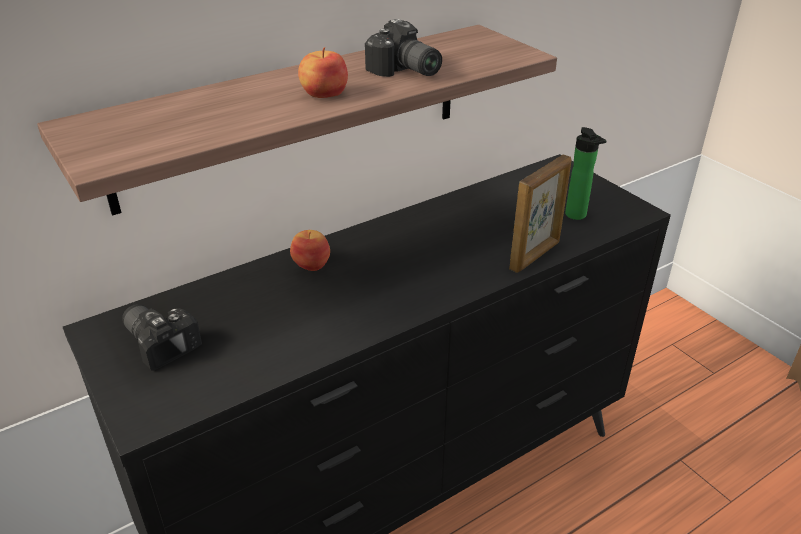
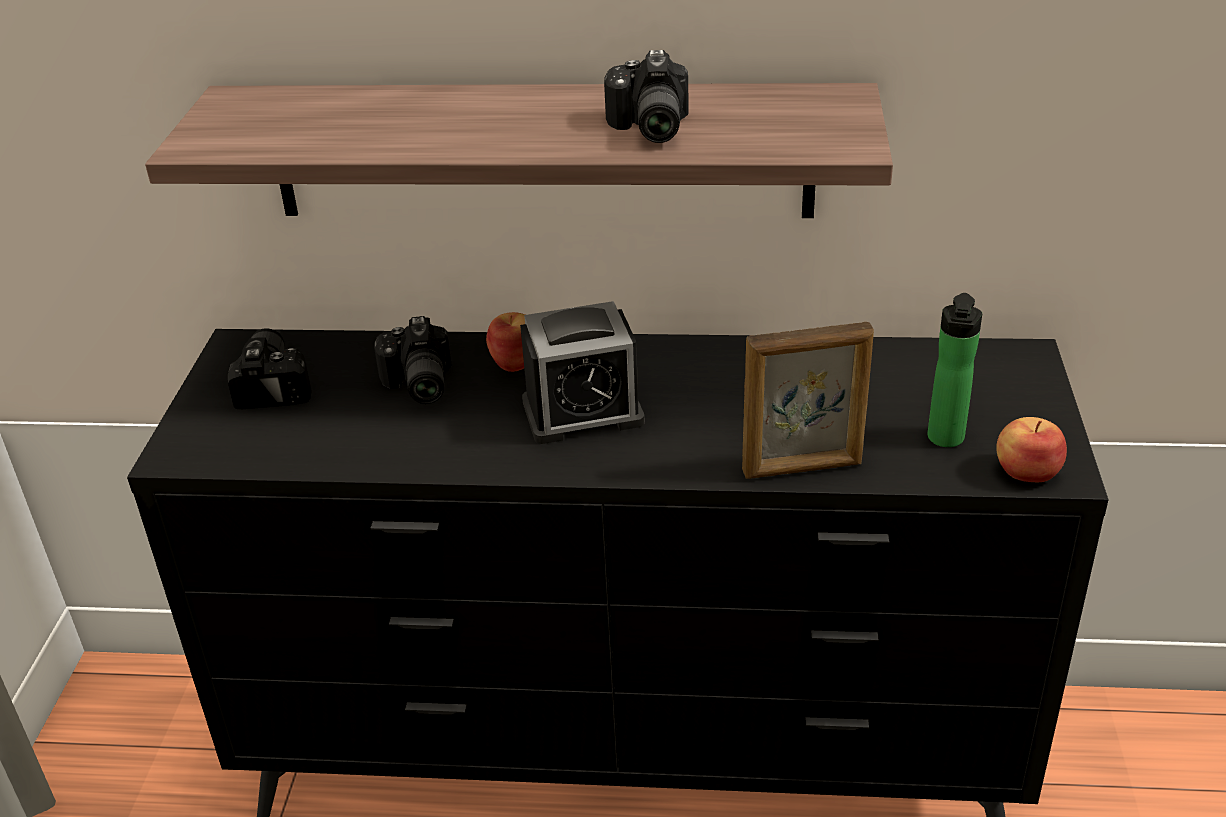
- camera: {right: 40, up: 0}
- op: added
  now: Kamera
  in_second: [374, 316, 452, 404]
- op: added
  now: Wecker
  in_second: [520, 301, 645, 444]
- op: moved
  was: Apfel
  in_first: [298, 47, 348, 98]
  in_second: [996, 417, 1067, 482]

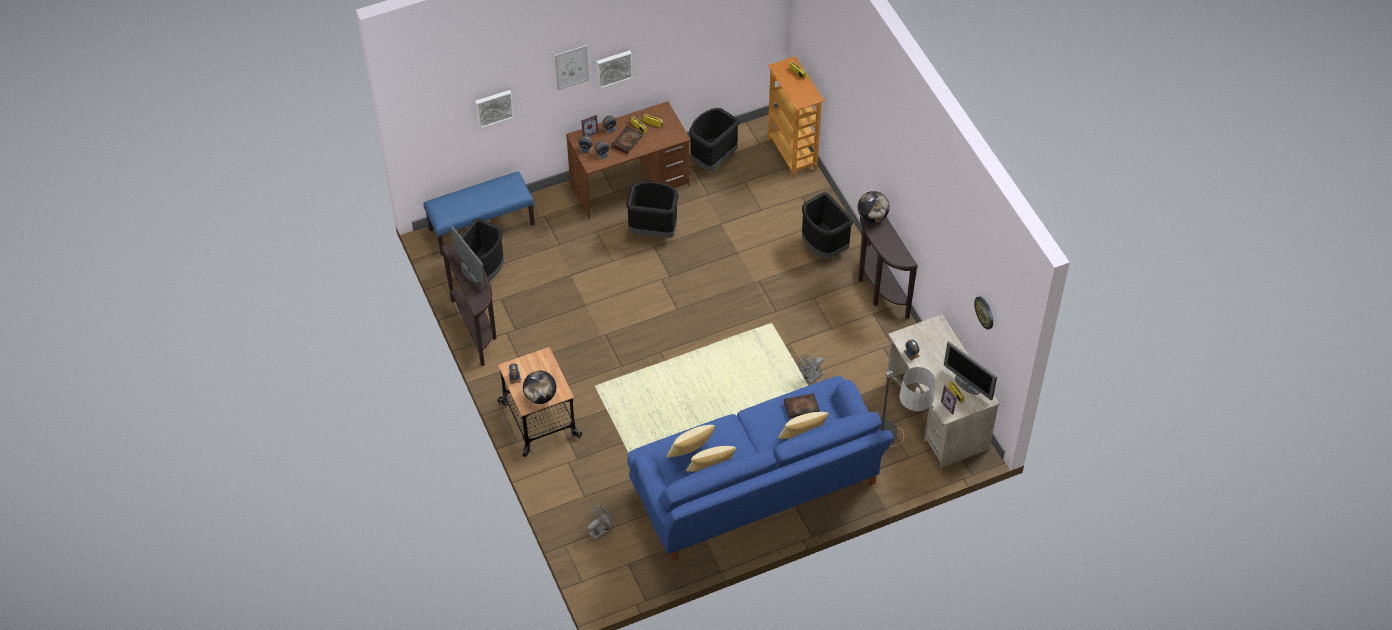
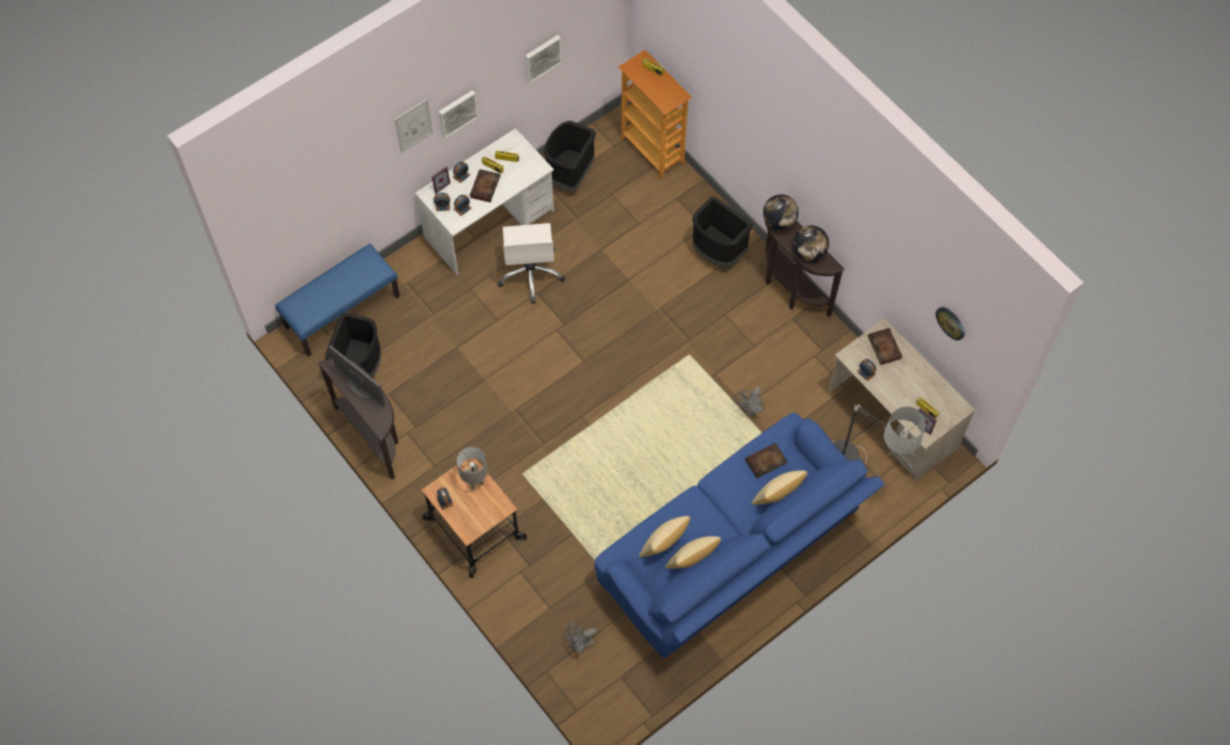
- camera: {right: -15, up: 10}
- op: removed
  was: Monitor
  in_first: [944, 342, 997, 400]
- op: added
  now: Tischlampe [grau]
  in_second: [457, 447, 488, 490]
- op: added
  now: Buch
  in_second: [868, 328, 902, 365]
- op: moved
  was: Bild
  in_first: [475, 90, 514, 129]
  in_second: [525, 35, 562, 83]
- op: moved
  was: Globus
  in_first: [523, 370, 556, 404]
  in_second: [793, 225, 829, 261]
- op: replaced
  was: Mülleimer [schwarz]
  now: Bürostuhl [weiß]
  in_first: [626, 182, 678, 238]
  in_second: [497, 223, 565, 303]
- op: recoloured
  was: Schreibtisch [braun]
  now: Schreibtisch [weiß]
  in_first: [566, 101, 691, 219]
  in_second: [415, 128, 554, 275]
- op: turned
  was: Ventilator [grau]
  in_first: [587, 505, 614, 541]
  in_second: [566, 622, 597, 654]
  clockwise: -150

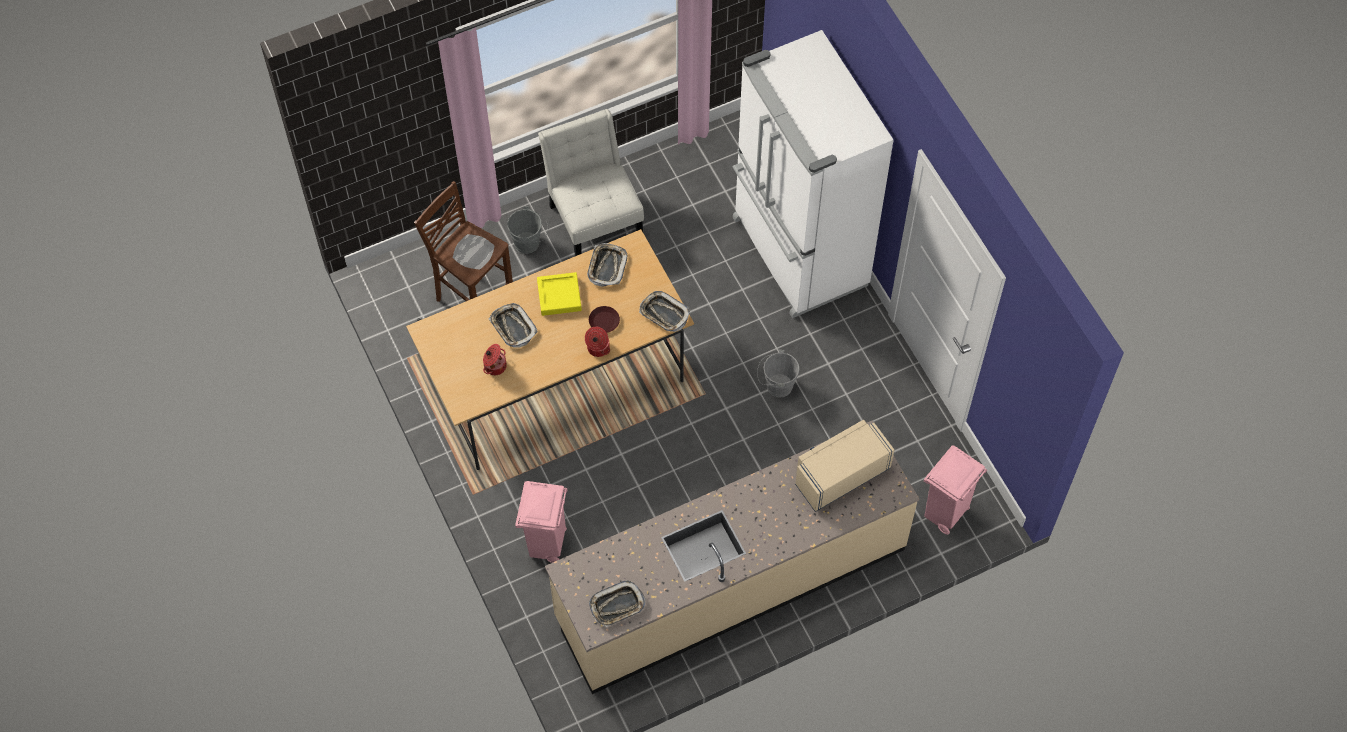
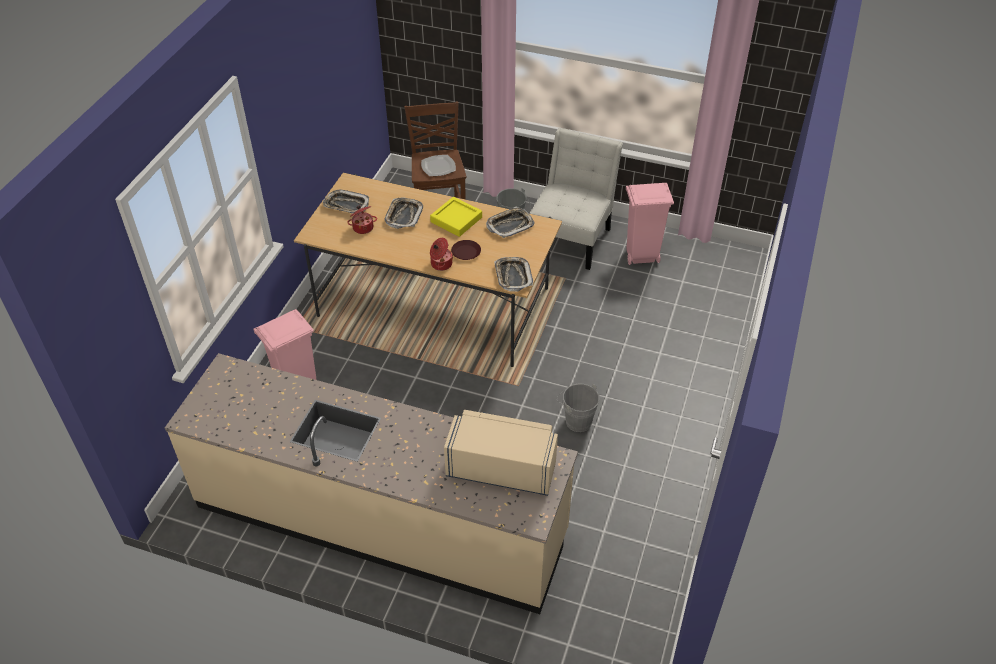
- camera: {right: 45, up: -15}
- op: removed
  was: Kühlschrank [weiß]
  in_first: [733, 30, 893, 318]
- op: moved
  was: Tablett
  in_first: [589, 580, 646, 627]
  in_second: [323, 190, 369, 213]
- op: moved
  was: Mülleimer [rosa]
  in_first: [924, 445, 987, 534]
  in_second: [626, 183, 674, 265]

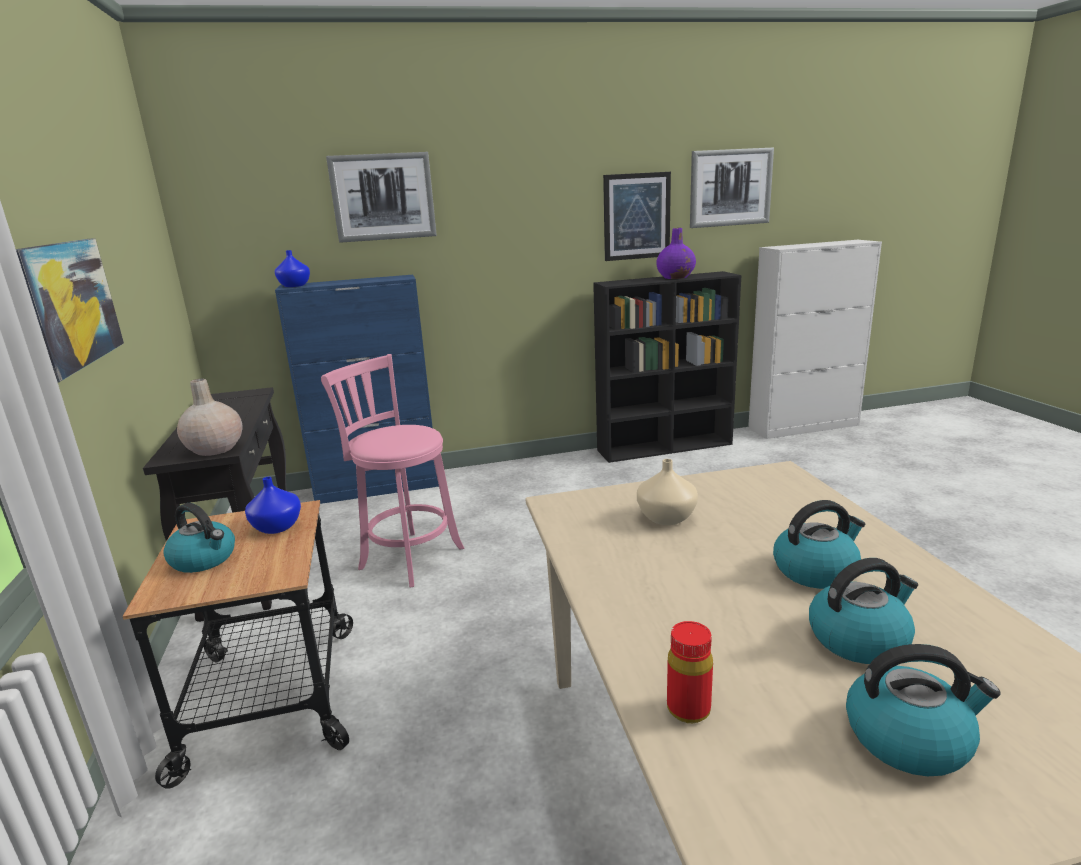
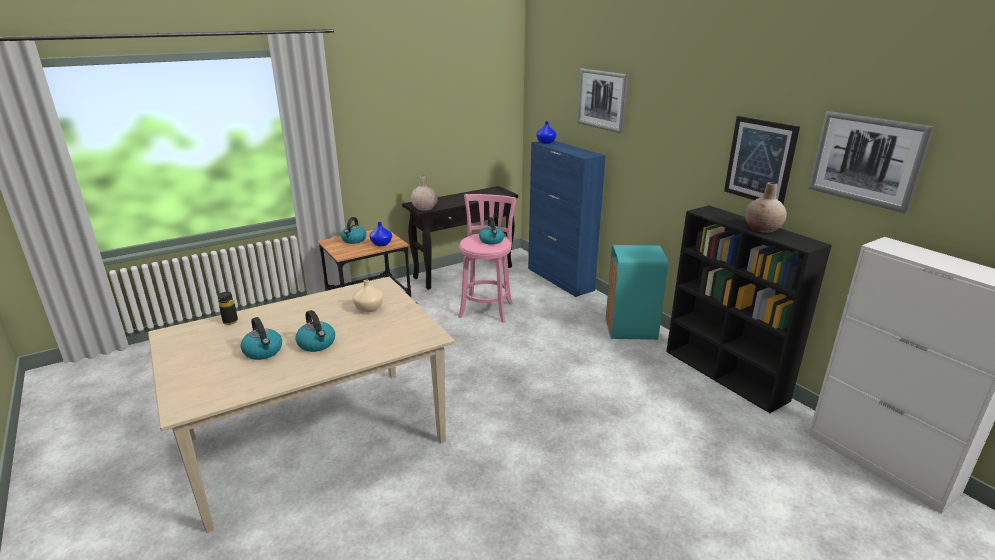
- camera: {right: 70, up: 5}
- op: removed
  was: Bild
  in_first: [16, 238, 124, 382]
- op: added
  now: Mülleimer [türkis]
  in_second: [606, 245, 668, 340]
- op: moved
  was: Wasserkessel
  in_first: [846, 644, 1001, 776]
  in_second: [479, 217, 504, 245]
- op: recoloured
  was: Vase [lila]
  now: Vase [beige]
  in_first: [656, 228, 696, 279]
  in_second: [745, 182, 787, 233]
- op: recoloured
  was: Flasche [rot]
  now: Flasche [schwarz]
  in_first: [667, 621, 713, 723]
  in_second: [218, 292, 238, 325]

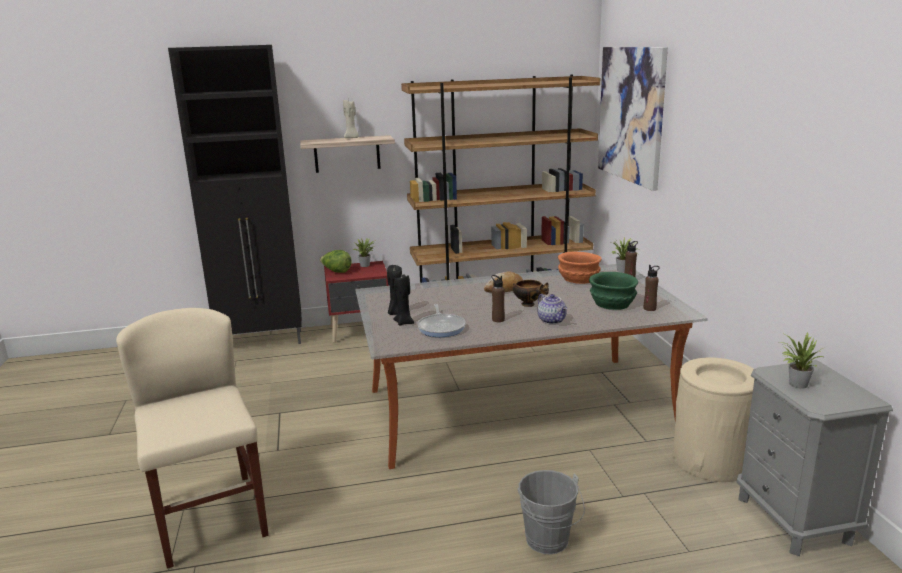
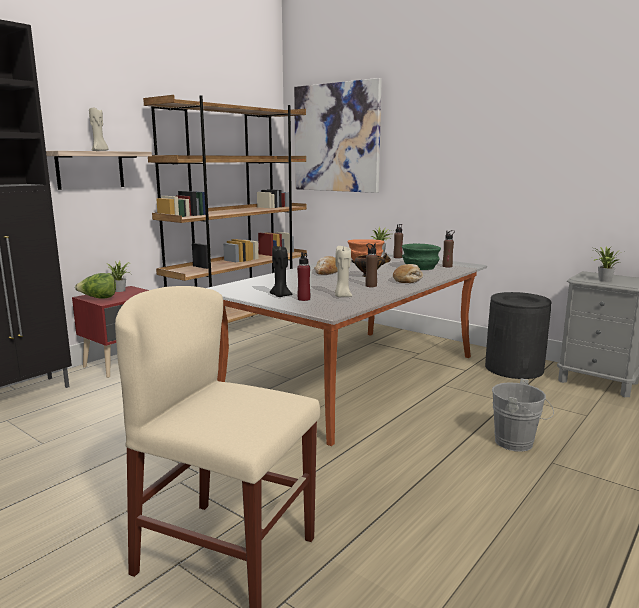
- camera: {right: -40, up: -5}
- op: replaced
  was: Kerze [schwarz]
  now: Flasche [rot]
  in_first: [393, 274, 414, 326]
  in_second: [297, 252, 310, 301]
- op: replaced
  was: Pfanne
  now: Kerze [beige]
  in_first: [417, 304, 466, 337]
  in_second: [335, 245, 352, 297]
- op: replaced
  was: Teekanne
  now: Brot
  in_first: [538, 294, 567, 324]
  in_second: [393, 264, 423, 283]
- op: recoloured
  was: Mülleimer [beige]
  now: Mülleimer [schwarz]
  in_first: [672, 358, 754, 482]
  in_second: [485, 292, 552, 379]

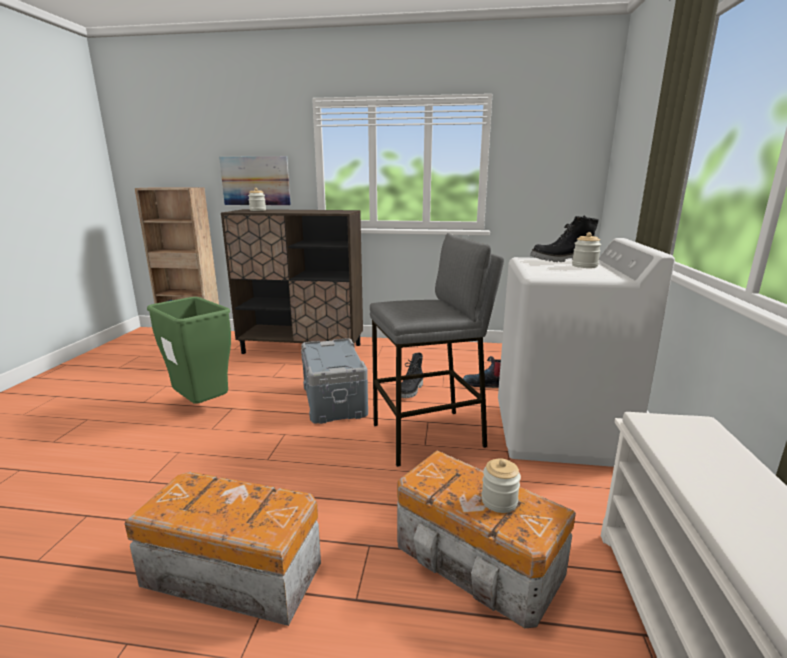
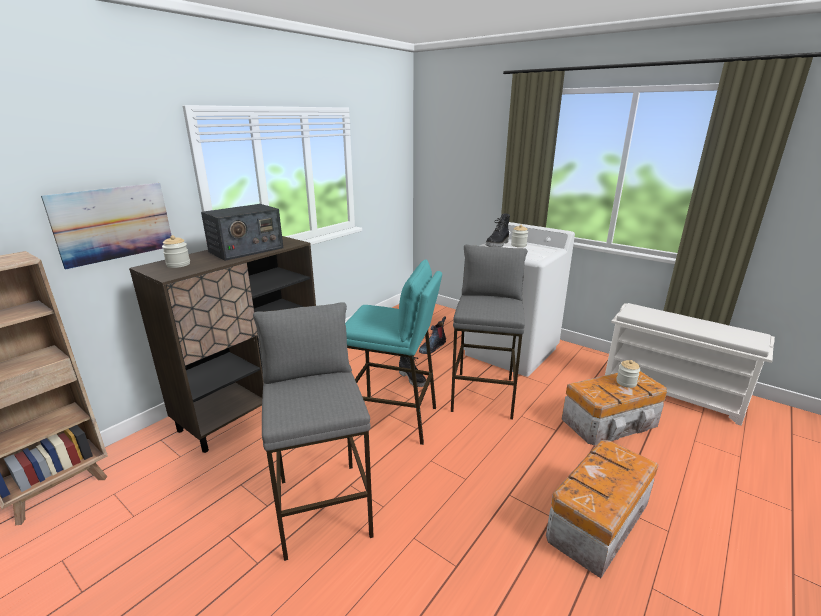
- camera: {right: -60, up: 5}
- op: added
  now: Radio
  in_second: [201, 204, 283, 261]
- op: replaced
  was: Mülleimer [grün]
  now: Hocker [grau]
  in_first: [147, 297, 231, 404]
  in_second: [253, 302, 374, 561]
- op: replaced
  was: Aufbewahrungsbox [grau]
  now: Hocker [türkis]
  in_first: [301, 338, 368, 424]
  in_second: [345, 259, 442, 445]

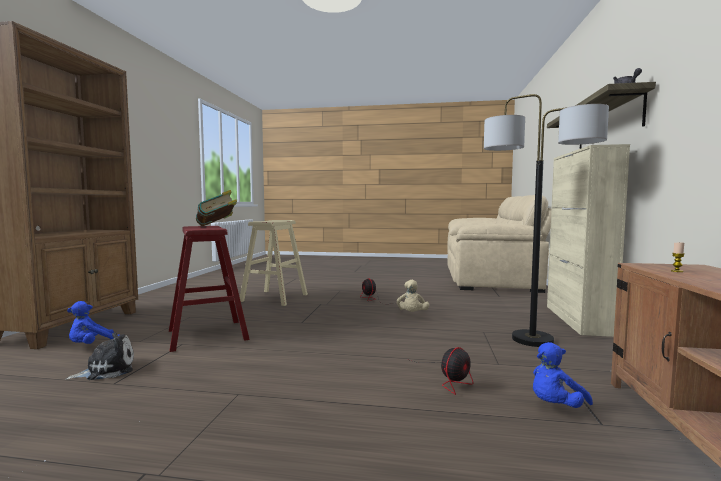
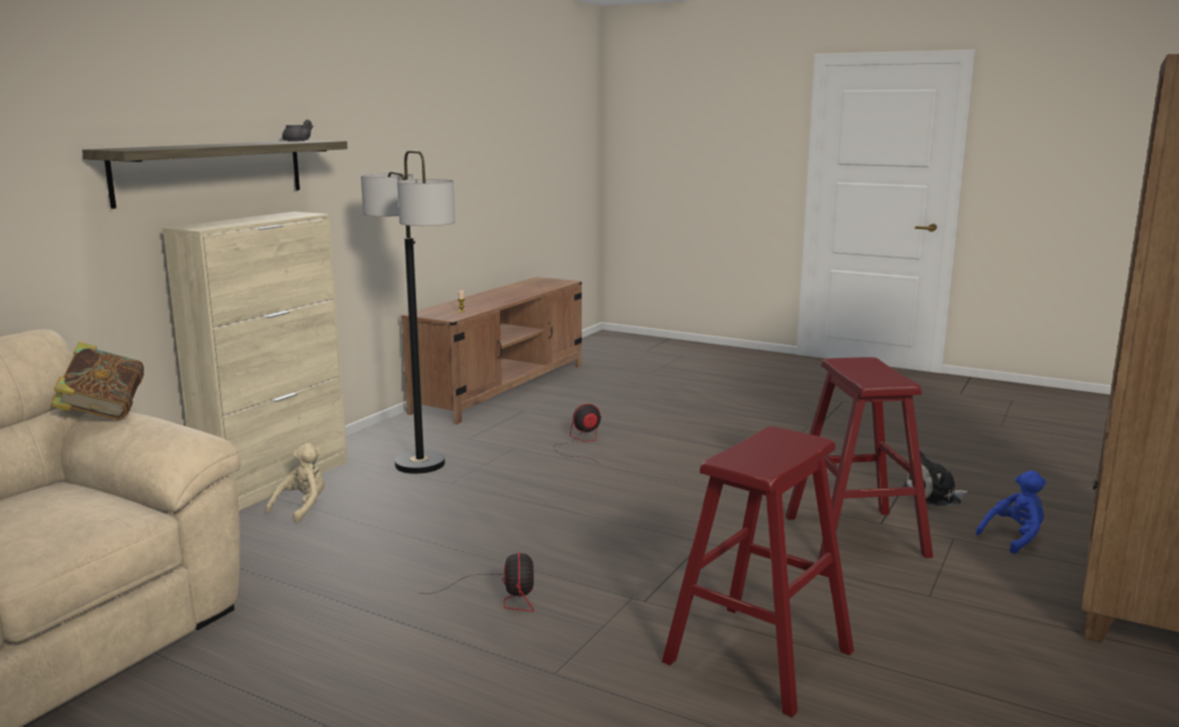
- camera: {right: -160, up: 10}
- op: removed
  was: Plüschtier [blau]
  in_first: [533, 342, 593, 408]
- op: moved
  was: Buch
  in_first: [196, 190, 237, 226]
  in_second: [51, 342, 144, 420]
- op: moved
  was: Plüschtier [beige]
  in_first: [397, 280, 430, 312]
  in_second: [265, 443, 325, 523]
- op: recoloured
  was: Hocker [beige]
  now: Hocker [rot]
  in_first: [240, 220, 308, 306]
  in_second: [662, 426, 854, 717]

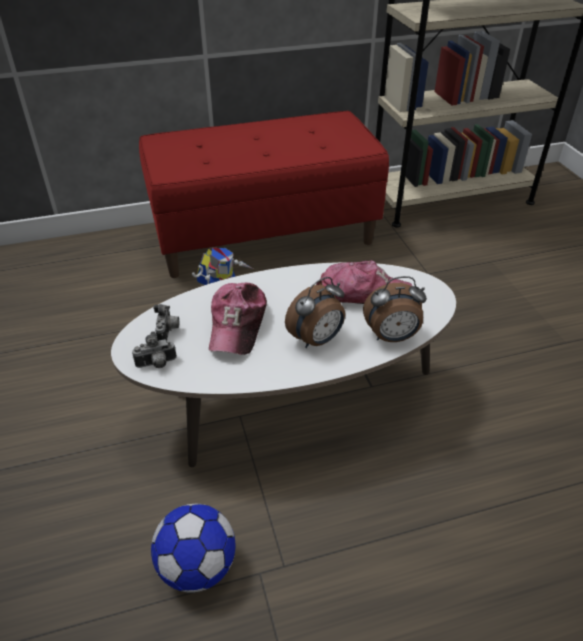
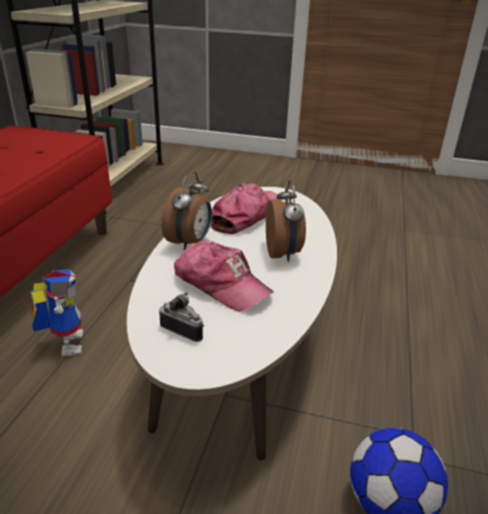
- camera: {right: -60, up: -10}
- op: removed
  was: Kamera
  in_first: [132, 331, 177, 368]
- op: moved
  was: Wecker
  in_first: [363, 276, 427, 342]
  in_second: [161, 171, 212, 250]

